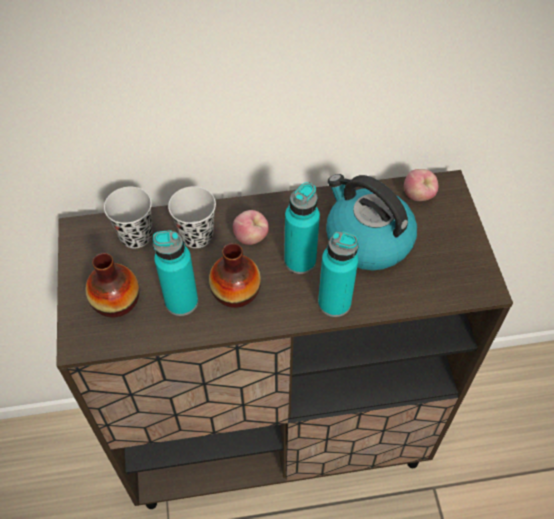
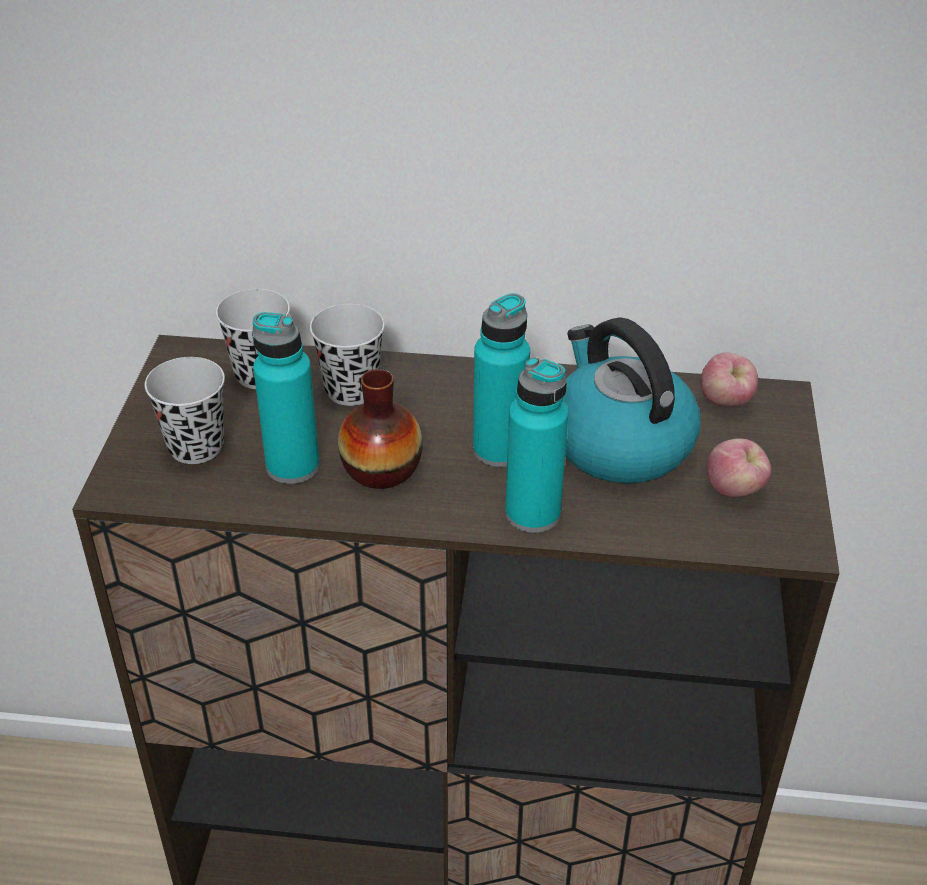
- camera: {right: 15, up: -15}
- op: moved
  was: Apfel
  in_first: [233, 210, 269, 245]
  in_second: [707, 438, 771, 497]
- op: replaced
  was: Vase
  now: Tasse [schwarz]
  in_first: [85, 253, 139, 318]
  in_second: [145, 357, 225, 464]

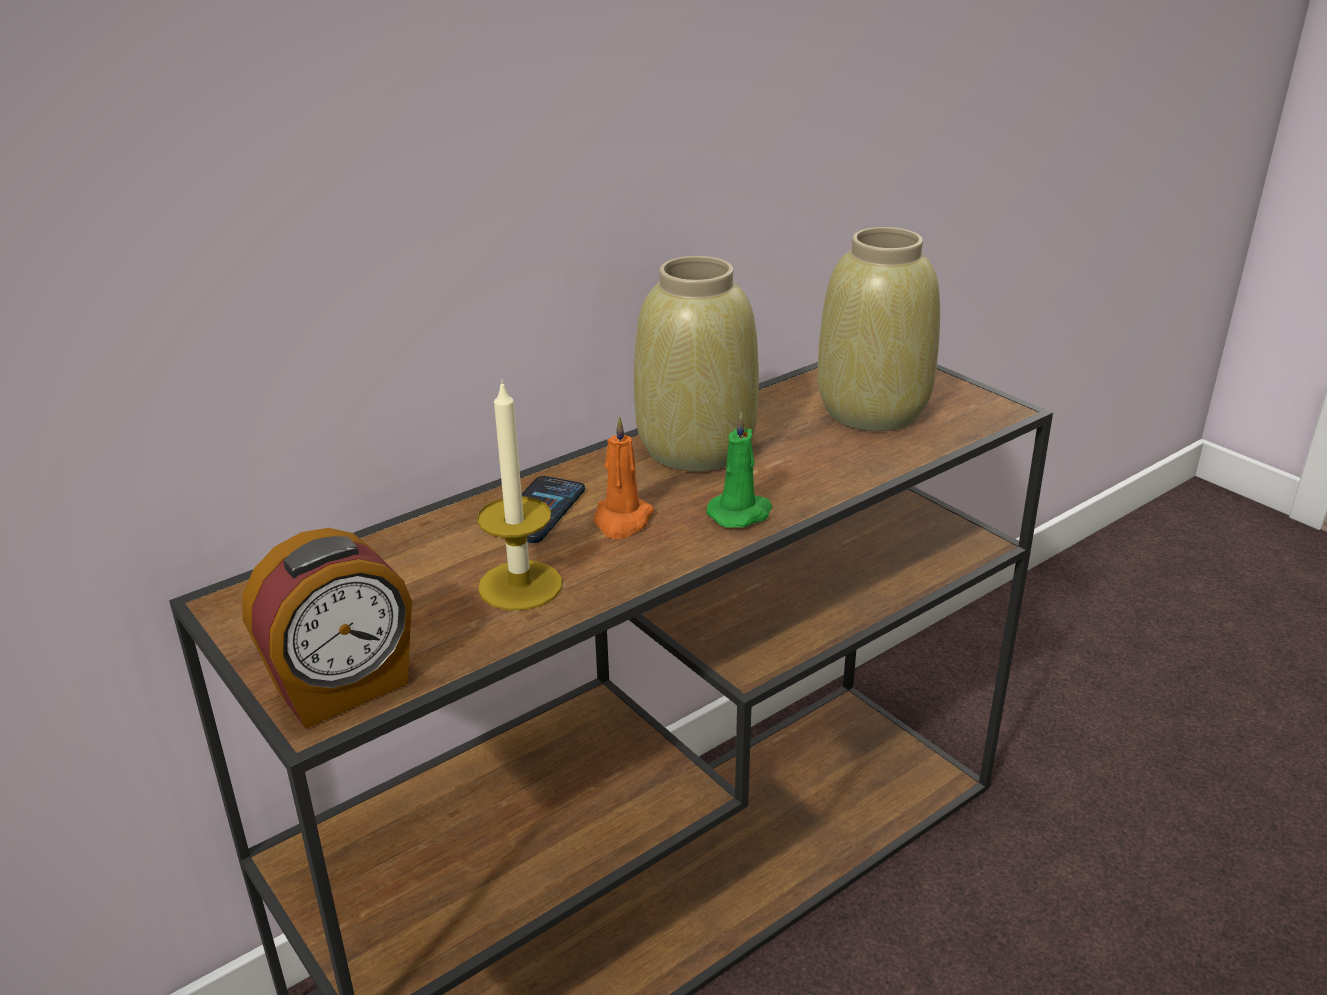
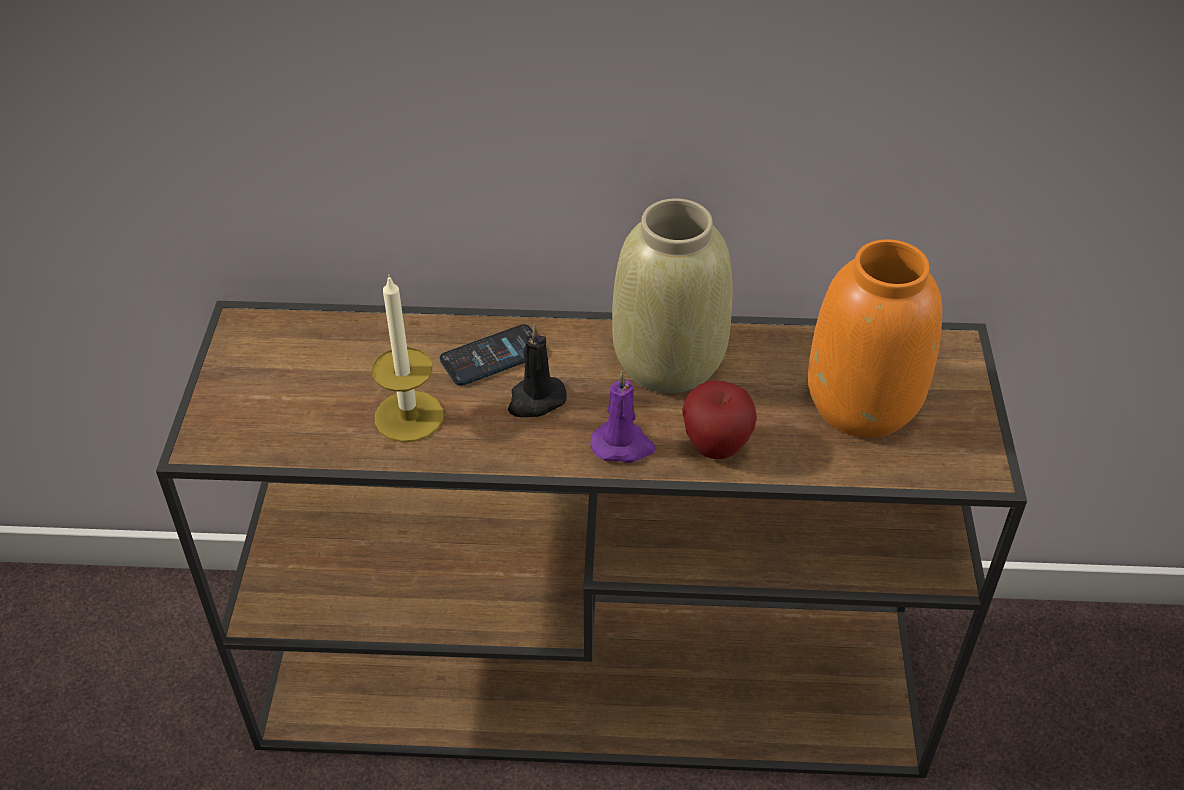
- camera: {right: 40, up: 15}
- op: removed
  was: Wecker
  in_first: [242, 528, 412, 729]
- op: added
  now: Apfel
  in_second: [682, 380, 757, 459]
- op: recoloured
  was: Kerze [orange]
  now: Kerze [schwarz]
  in_first: [594, 416, 654, 539]
  in_second: [508, 324, 567, 417]
- op: recoloured
  was: Kerze [grün]
  now: Kerze [lila]
  in_first: [706, 411, 773, 528]
  in_second: [591, 370, 656, 463]
- op: recoloured
  was: Vase [beige]
  now: Vase [orange]
  in_first: [818, 227, 940, 431]
  in_second: [808, 239, 942, 438]

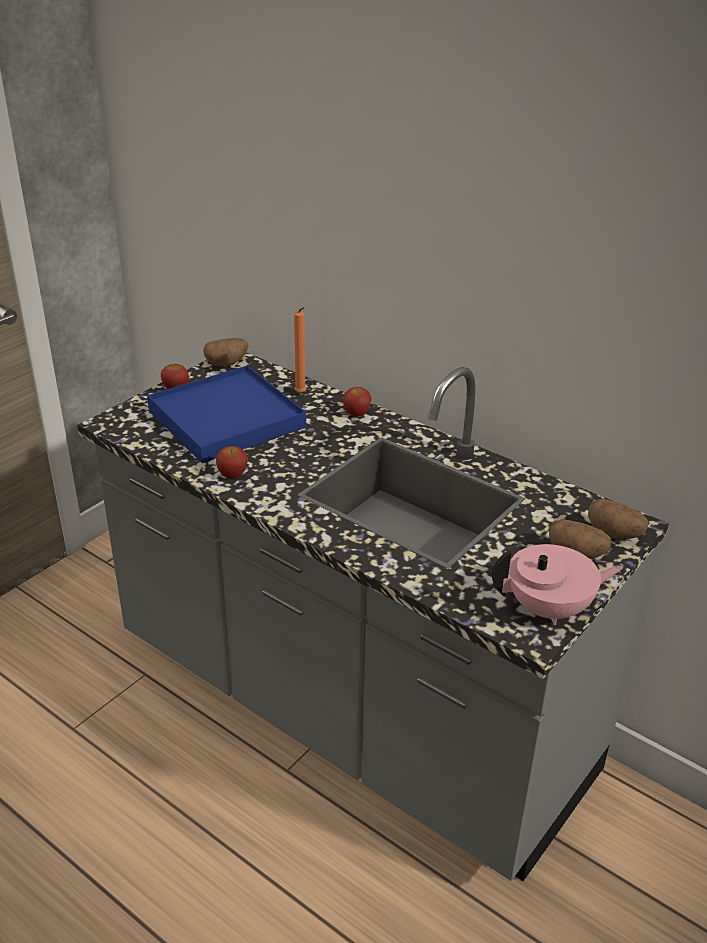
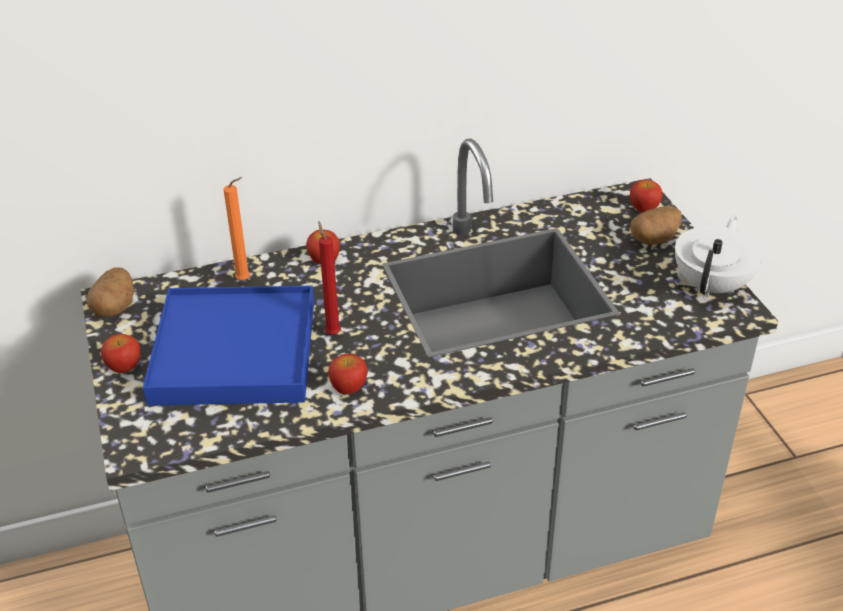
- camera: {right: -55, up: 5}
- op: added
  now: Kerze [rot]
  in_second: [318, 221, 341, 334]
- op: replaced
  was: Kartoffel
  now: Apfel
  in_first: [588, 499, 648, 539]
  in_second: [630, 179, 663, 212]
- op: recoloured
  was: Teekanne [rosa]
  now: Teekanne [weiß]
  in_first: [492, 544, 623, 625]
  in_second: [675, 216, 763, 297]

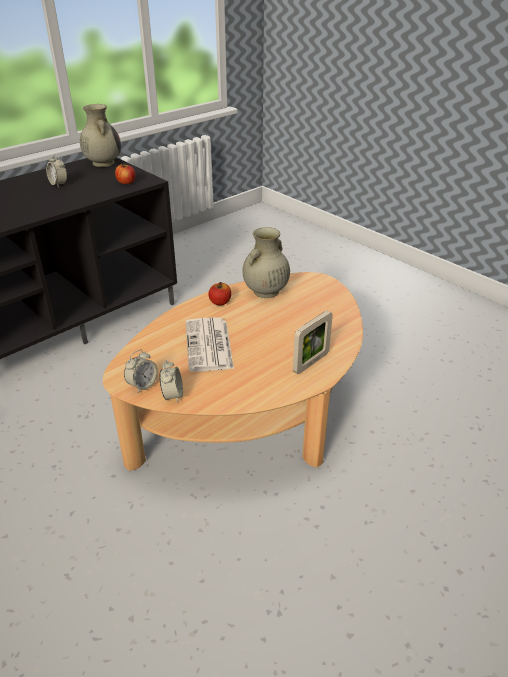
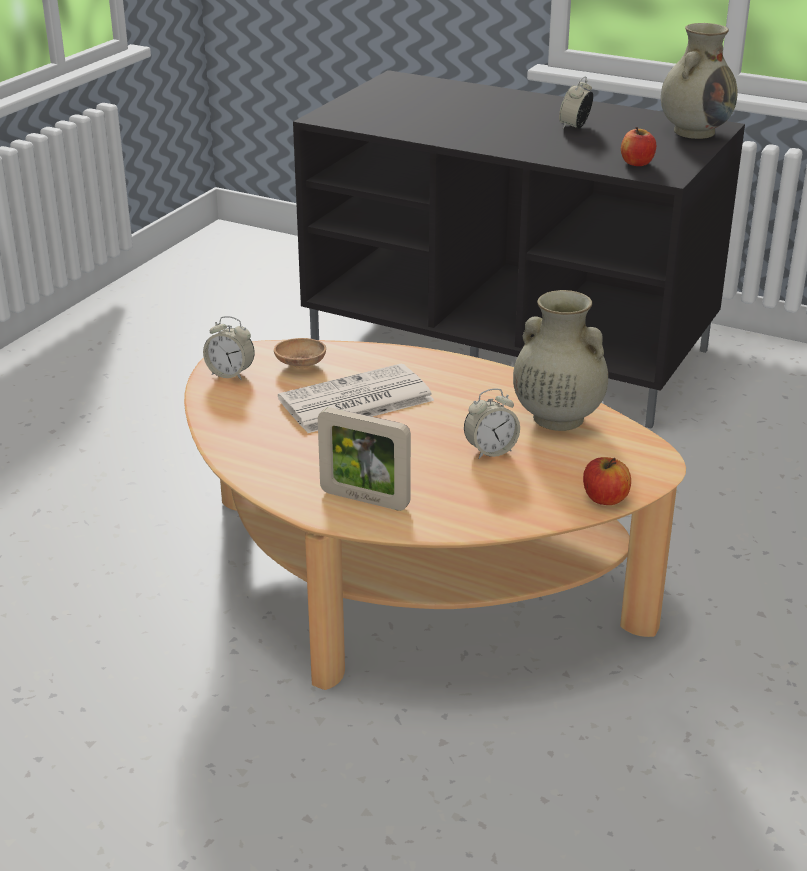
- camera: {right: 70, up: -5}
- op: added
  now: Schüssel [braun]
  in_second: [274, 338, 326, 368]
- op: moved
  was: Wecker
  in_first: [160, 360, 183, 402]
  in_second: [464, 389, 520, 459]
- op: moved
  was: Apfel
  in_first: [208, 282, 231, 305]
  in_second: [583, 457, 631, 505]

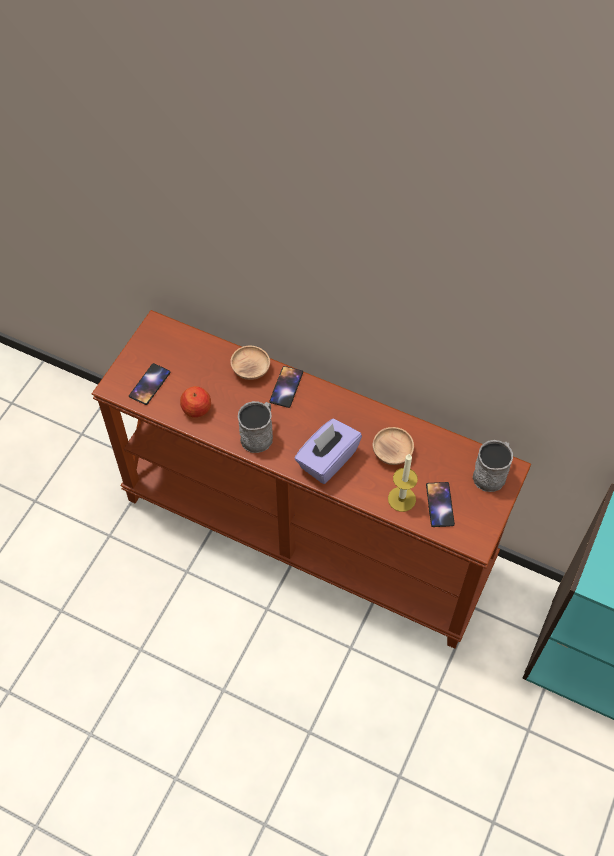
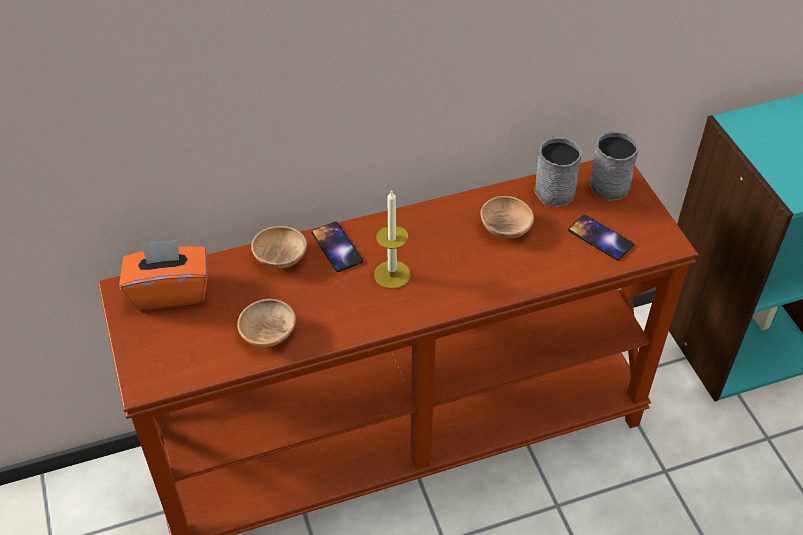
- camera: {right: -45, up: -10}
- op: removed
  was: Handy
  in_first: [129, 363, 171, 405]
- op: removed
  was: Taschentuchbox [lila]
  in_first: [295, 419, 362, 484]
- op: added
  now: Taschentuchbox [orange]
  in_second: [119, 240, 208, 310]
- op: moved
  was: Henkelbecher [grau]
  in_first: [238, 401, 273, 453]
  in_second: [534, 137, 583, 207]
- op: moved
  was: Kerze
  in_first: [388, 453, 418, 512]
  in_second: [374, 189, 411, 289]
- op: replaced
  was: Apfel
  now: Schüssel [braun]
  in_first: [180, 386, 211, 418]
  in_second: [237, 299, 296, 347]

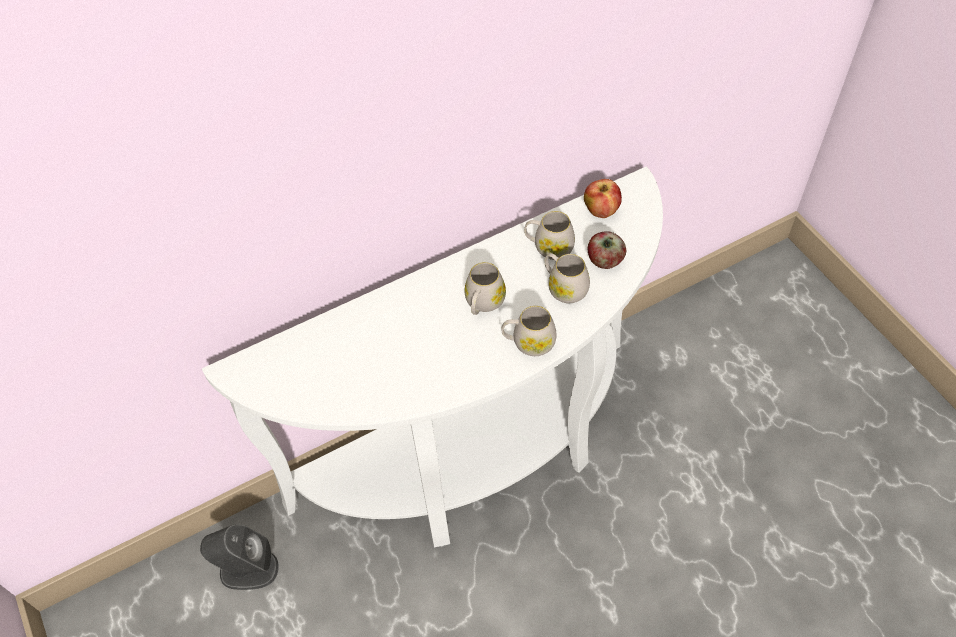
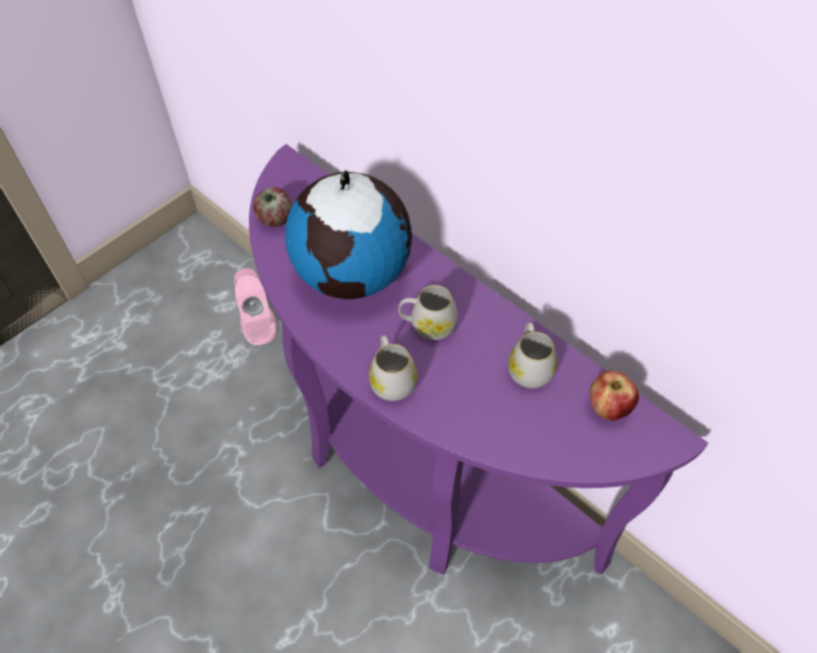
- camera: {right: 70, up: 0}
- op: removed
  was: Henkelbecher [weiß]
  in_first: [544, 253, 590, 303]
- op: added
  now: Globus
  in_second: [285, 170, 412, 299]
- op: moved
  was: Apfel
  in_first: [588, 231, 626, 269]
  in_second: [253, 187, 292, 227]
- op: recoloured
  was: Lautsprecher [grau]
  now: Lautsprecher [rosa]
  in_first: [200, 525, 279, 590]
  in_second: [234, 268, 277, 345]
- op: recoloured
  was: Konsolentisch [weiß]
  now: Konsolentisch [lila]
  in_first: [202, 167, 663, 547]
  in_second: [249, 144, 708, 575]

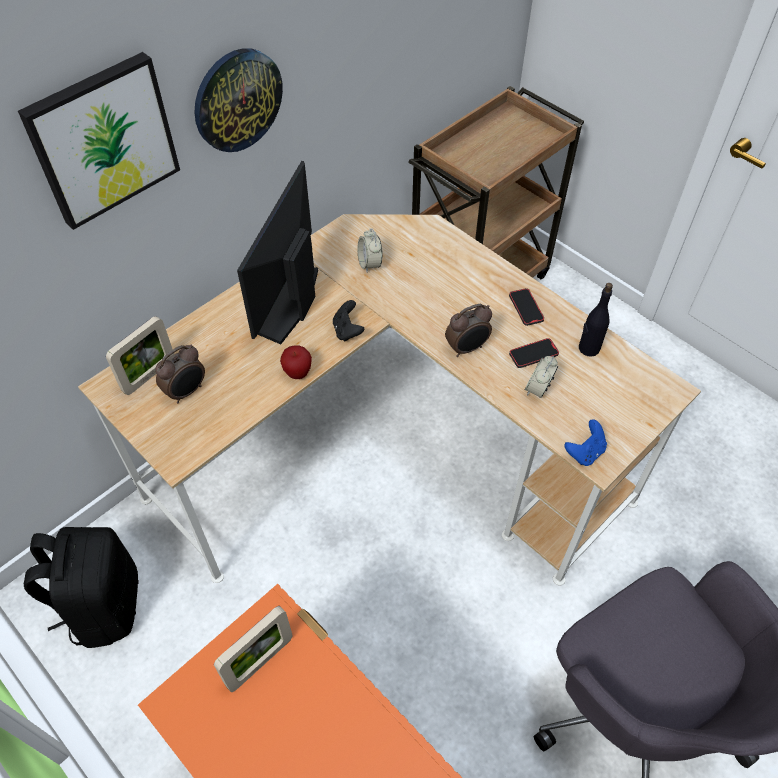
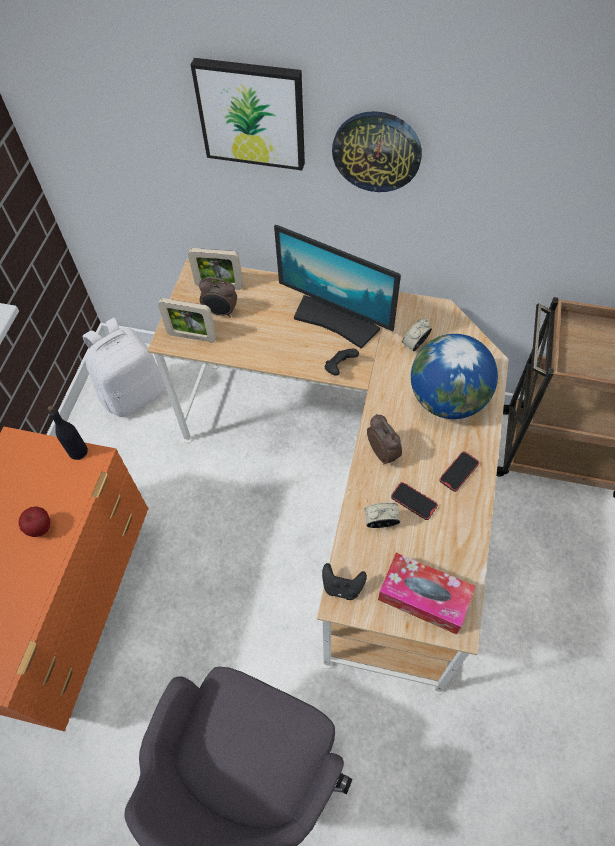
- camera: {right: 60, up: 5}
- op: added
  now: Taschentuchbox
  in_second: [378, 553, 476, 635]
- op: added
  now: Globus
  in_second: [411, 334, 498, 419]
- op: moved
  was: Bilderrahmen
  in_first: [214, 606, 293, 692]
  in_second: [158, 298, 216, 342]
- op: moved
  was: Apfel
  in_first: [280, 345, 312, 379]
  in_second: [19, 506, 50, 537]
- op: moved
  was: Flasche [schwarz]
  in_first: [579, 283, 613, 357]
  in_second: [48, 406, 88, 460]
- op: recoloured
  was: Rucksack [schwarz]
  now: Rucksack [weiß]
  in_first: [24, 527, 139, 648]
  in_second: [82, 318, 164, 417]
- op: recoloured
  was: Gamepad [blau]
  now: Gamepad [schwarz]
  in_first: [564, 419, 607, 466]
  in_second: [322, 563, 367, 600]
- op: turned
  was: Monitor
  in_first: [237, 161, 318, 344]
  in_second: [274, 225, 401, 349]
  clockwise: -135
- op: turned
  was: Wecker
  in_first: [445, 304, 492, 357]
  in_second: [367, 414, 402, 464]
  clockwise: -150

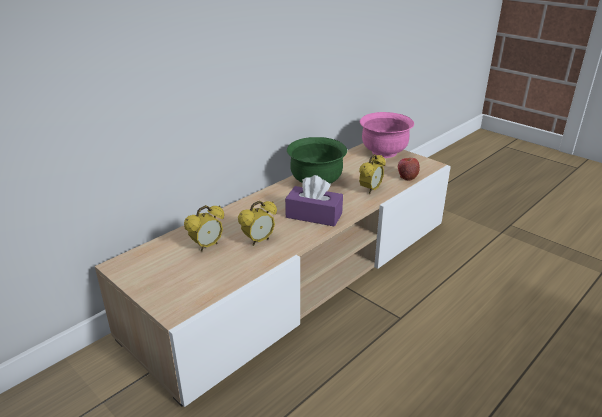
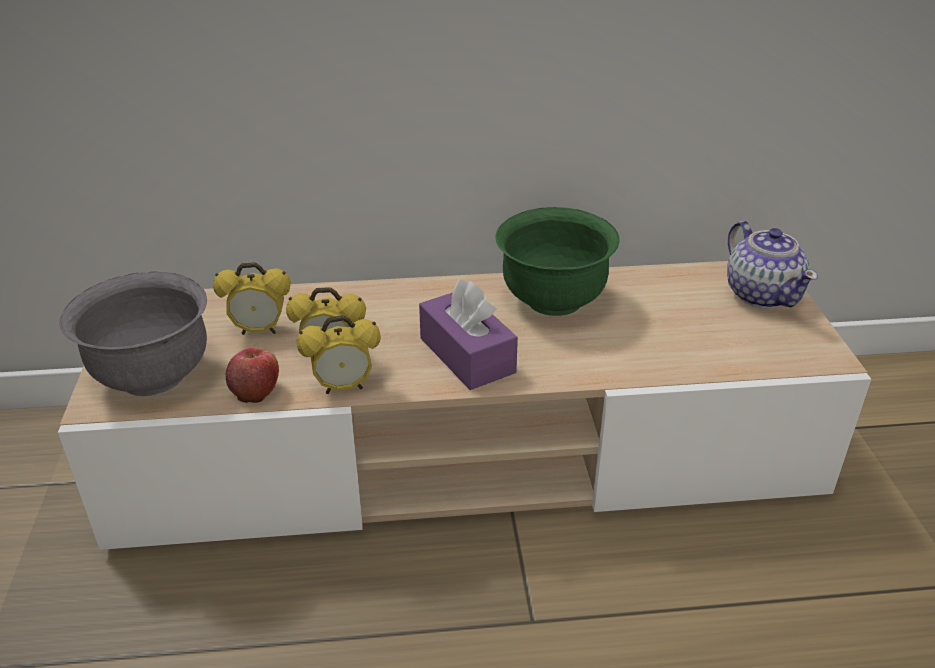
- camera: {right: 40, up: 5}
- op: added
  now: Schüssel [grau]
  in_second: [59, 272, 207, 396]
- op: moved
  was: Wecker
  in_first: [359, 154, 386, 194]
  in_second: [297, 315, 381, 394]
- op: moved
  was: Apfel
  in_first: [398, 158, 420, 181]
  in_second: [226, 348, 279, 403]
- op: replaced
  was: Schüssel [rosa]
  now: Teekanne
  in_first: [360, 112, 414, 158]
  in_second: [727, 221, 818, 309]

